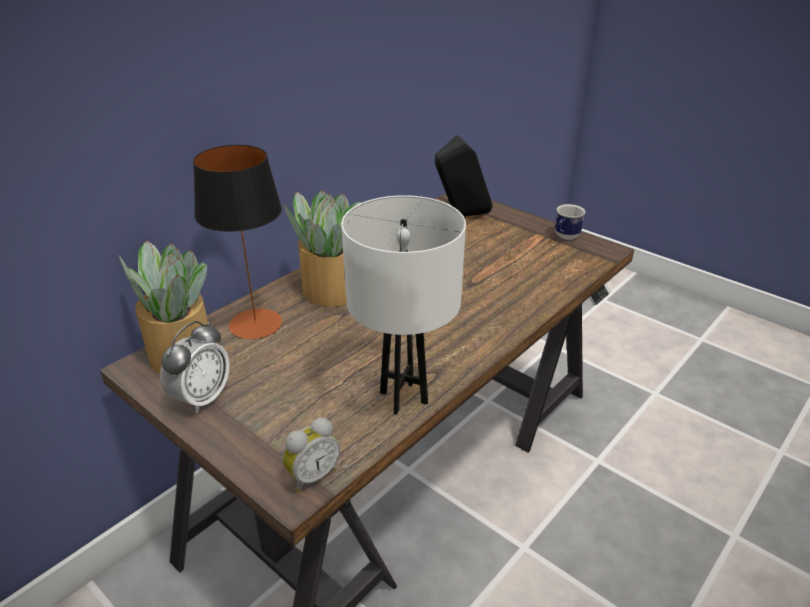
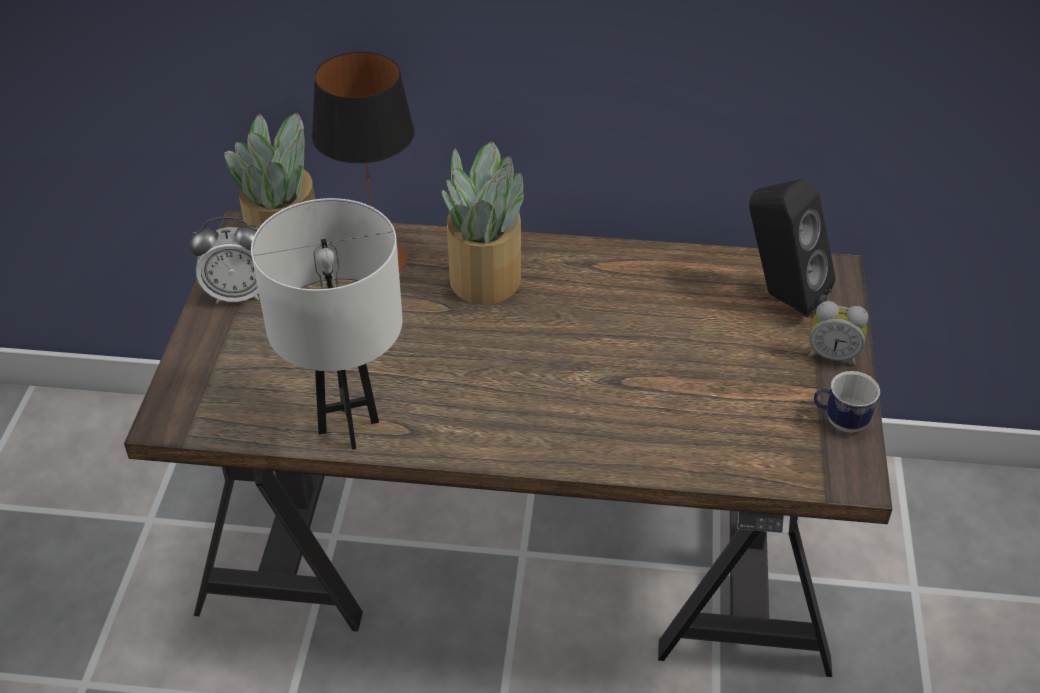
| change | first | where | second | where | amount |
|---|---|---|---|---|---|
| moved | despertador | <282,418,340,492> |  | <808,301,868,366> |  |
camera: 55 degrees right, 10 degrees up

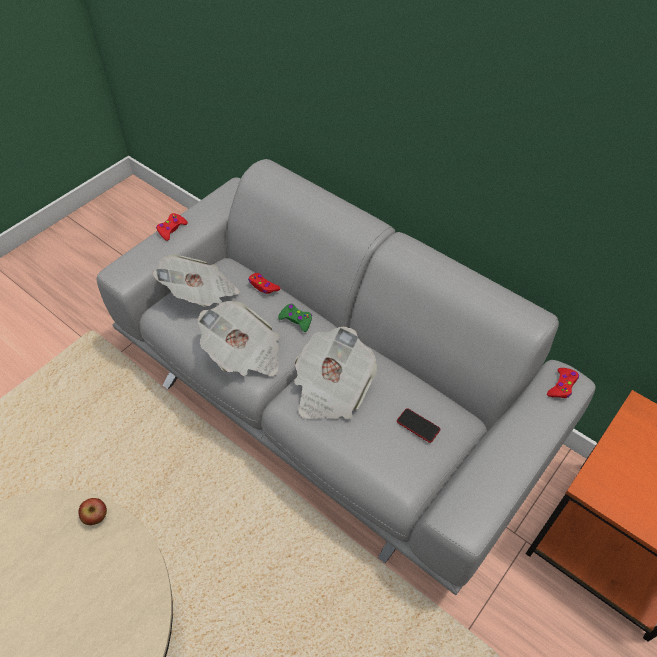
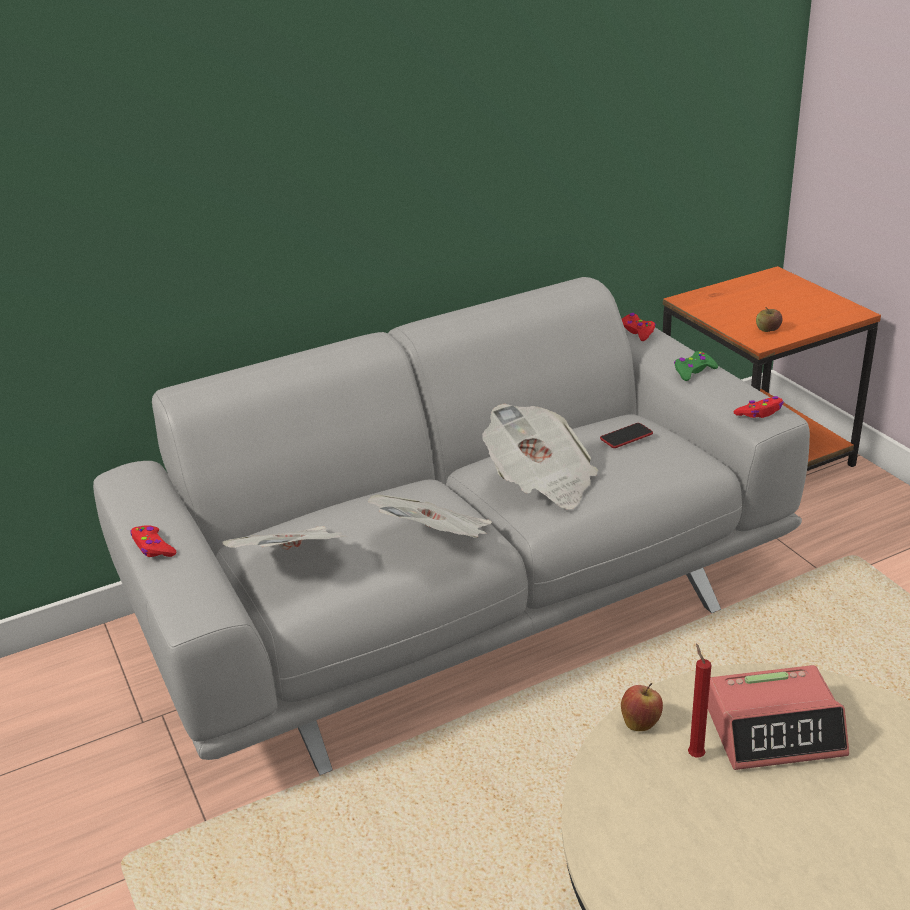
| change | first | where | second | where | amount |
|---|---|---|---|---|---|
| moved | mando de consola [rojo] | <248,273,280,294> |  | <733,396,784,418> |  |
| moved | mando de consola [verde] | <278,304,312,332> |  | <674,351,718,381> |  |
| added |  |  | vela [rojo] | <688,643,711,758> |  |
| added |  |  | despertador | <708,665,849,770> |  |
| added |  |  | manzana | <756,307,782,332> |  |
camera: 65 degrees left, 20 degrees down

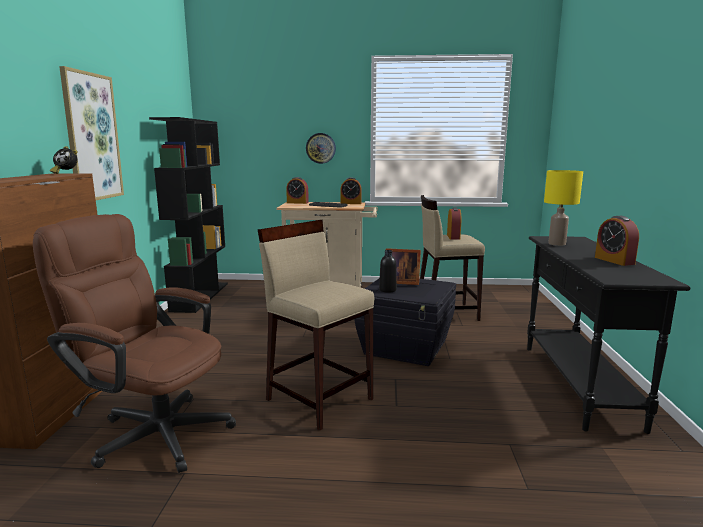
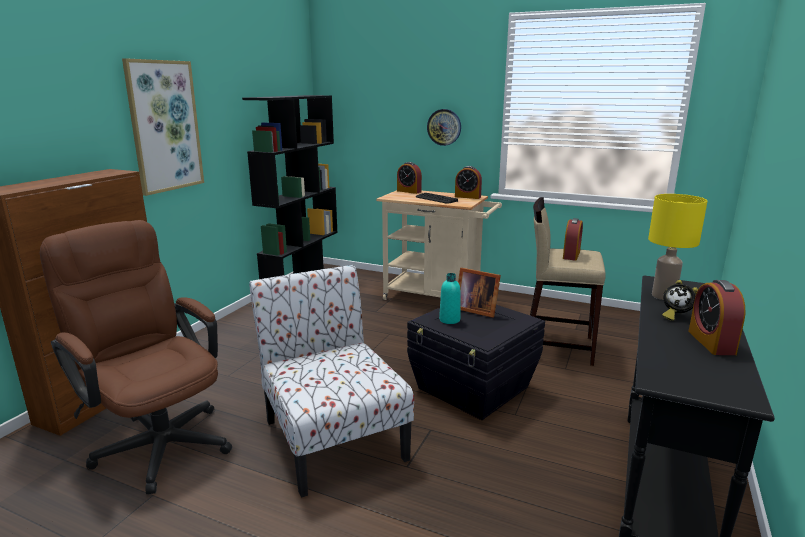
| change | first | where | second | where | amount |
|---|---|---|---|---|---|
| moved | despertador | <50,146,78,174> |  | <662,280,698,321> |  |
| replaced | taburete [beis] | <258,220,375,430> | silla | <249,265,414,498> |  |
| recoloured | botella [negro] | <379,250,397,293> | botella [turquesa] | <439,273,460,324> |  |
camera: 20 degrees right, 5 degrees up

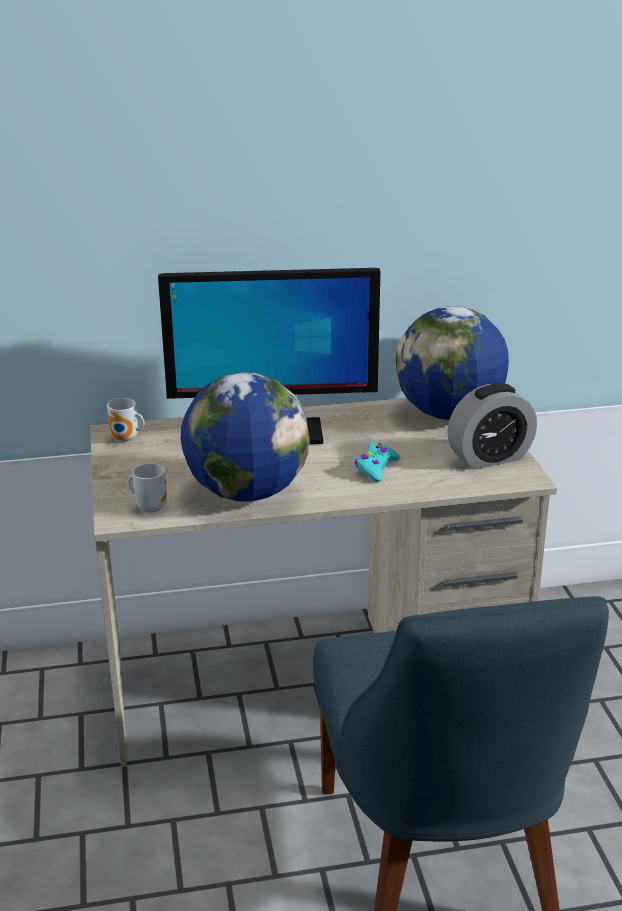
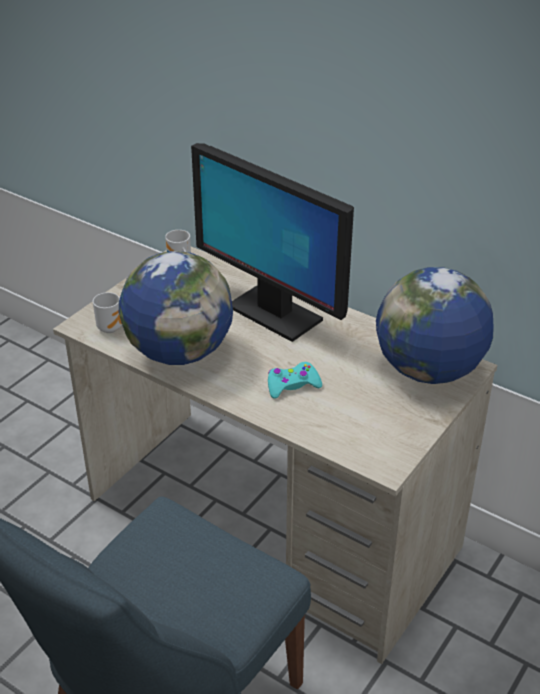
| change | first | where | second | where | amount |
|---|---|---|---|---|---|
| removed | despertador | <447,383,537,470> |  |  |  |
camera: 45 degrees right, 10 degrees up

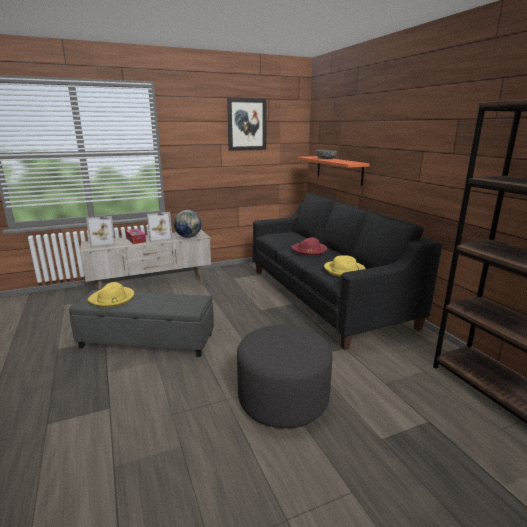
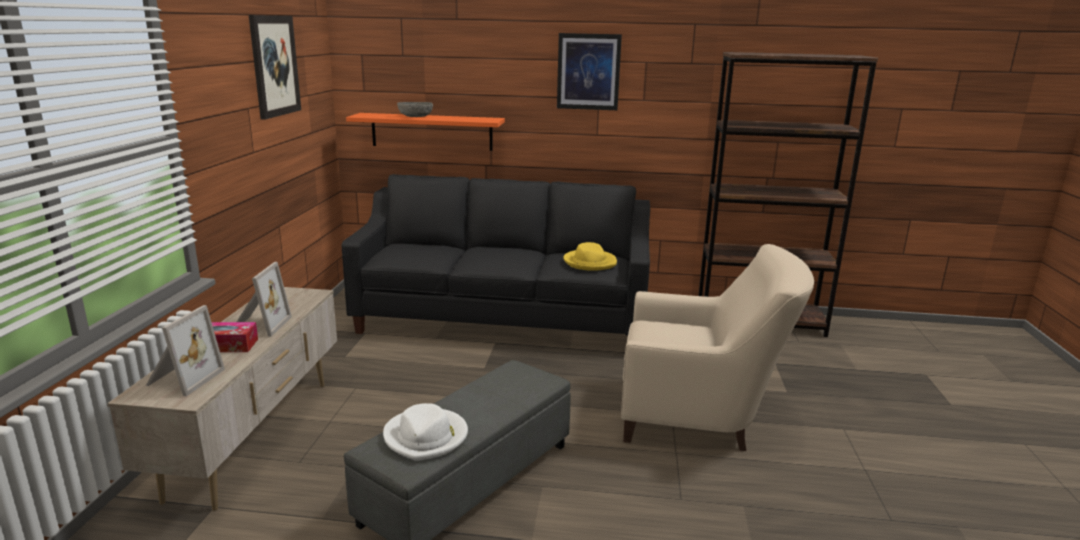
| change | first | where | second | where | amount |
|---|---|---|---|---|---|
| recoloured | sombrero [amarillo] | <87,282,134,307> | sombrero [blanco] | <383,403,468,461> |  |
| removed | globo terráqueo | <174,210,201,238> |  |  |  |
| replaced | puf [gris] | <237,325,332,428> | sillón [beis] | <621,244,814,451> |  |
| removed | sombrero [rojo] | <291,237,327,255> |  |  |  |
| added |  |  | cuadro | <557,33,622,110> |  |
camera: 60 degrees left, 0 degrees up

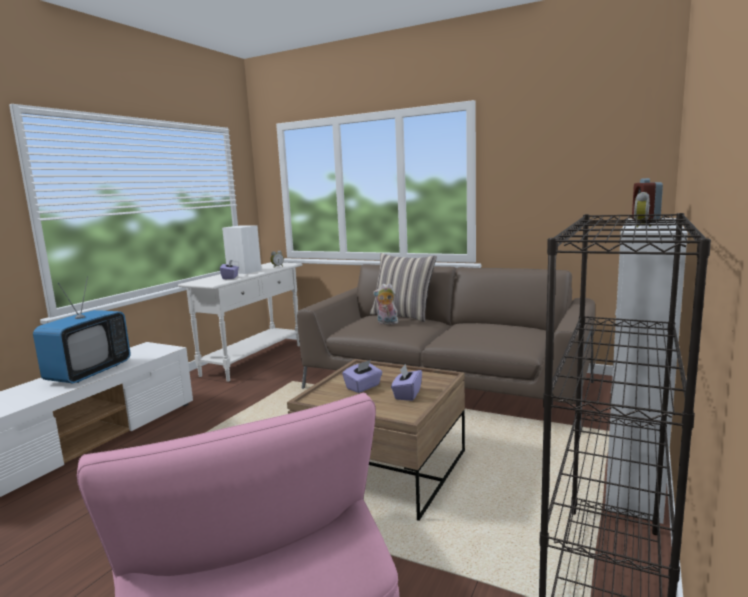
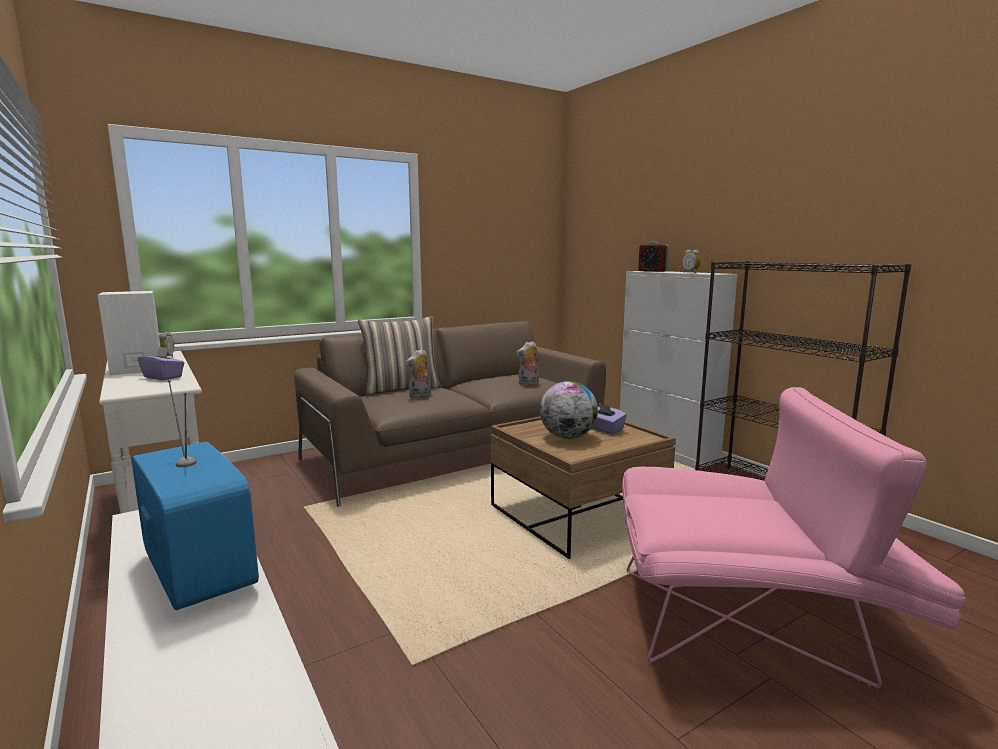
| change | first | where | second | where | amount |
|---|---|---|---|---|---|
| replaced | caja de pañuelos [morado] | <342,360,383,393> | globo terráqueo | <540,381,598,439> |  |
| added |  |  | peluche | <516,341,539,385> |  |
camera: 60 degrees left, 0 degrees up

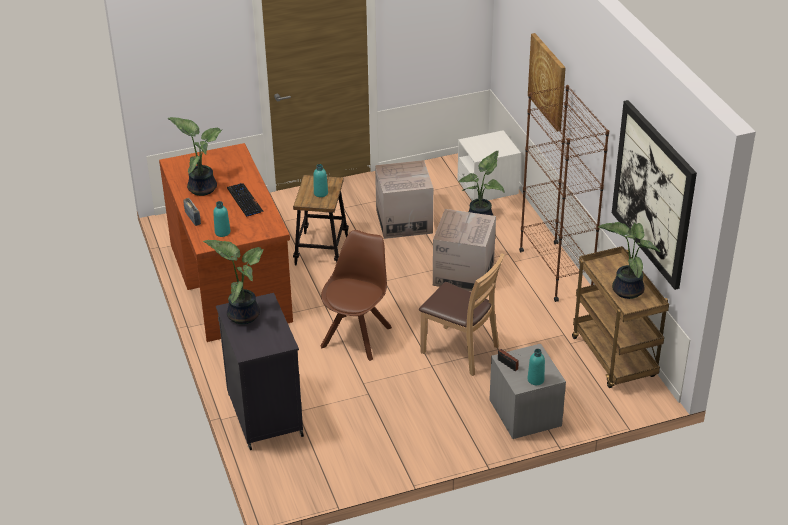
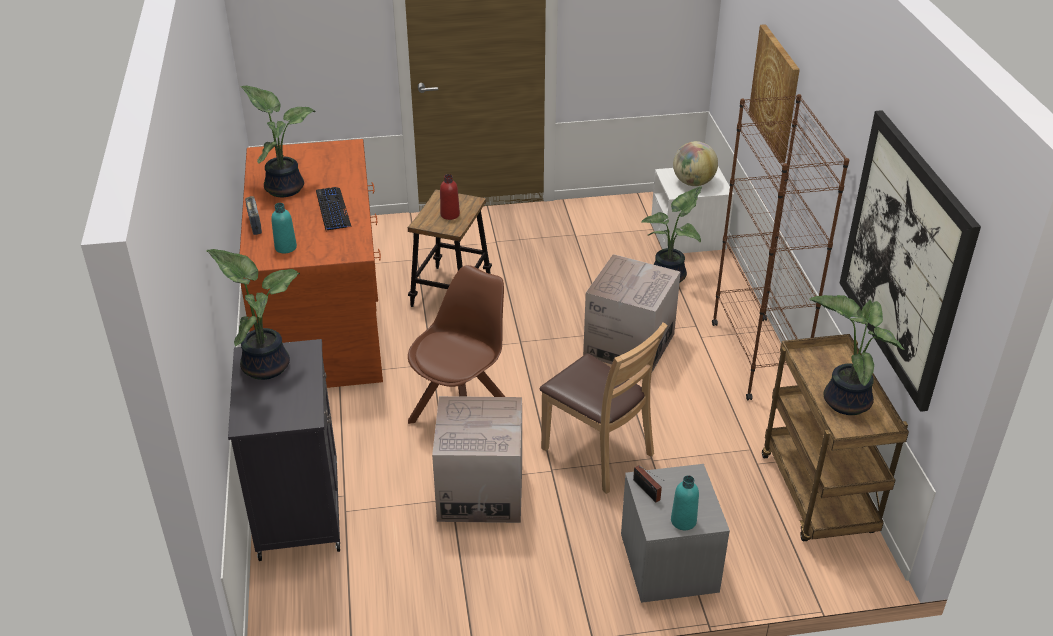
| change | first | where | second | where | amount |
|---|---|---|---|---|---|
| recoloured | botella [turquesa] | <313,164,328,197> | botella [rojo] | <440,174,460,220> |  |
| moved | caja de cartón | <375,160,433,239> |  | <432,396,522,523> |  |
| added |  |  | globo terráqueo | <673,141,718,186> |  |
camera: 10 degrees right, 0 degrees up

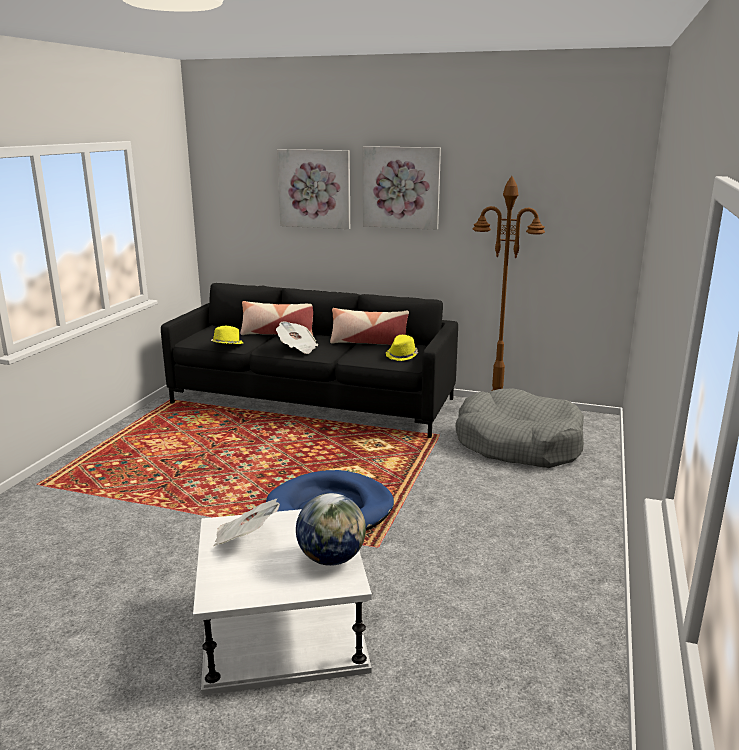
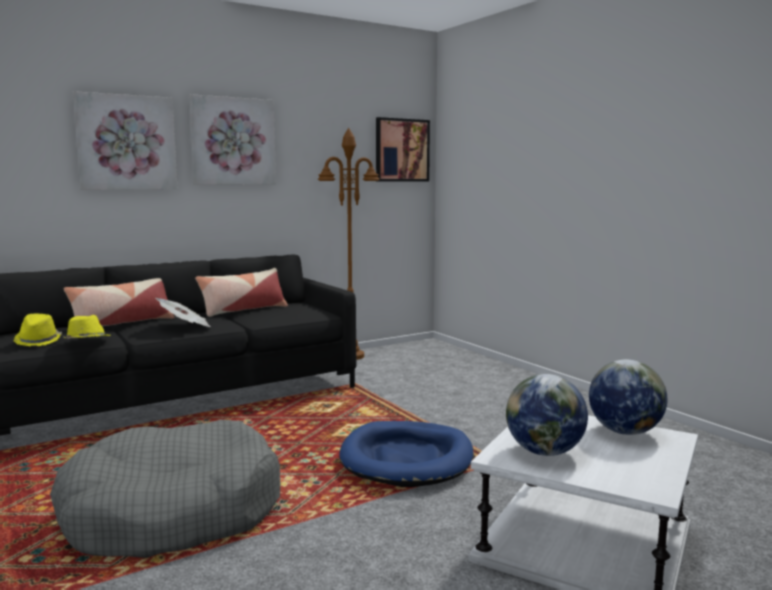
| change | first | where | second | where | amount |
|---|---|---|---|---|---|
| replaced | periódico | <213,499,280,546> | globo terráqueo | <506,374,588,456> |  |
| moved | sombrero [amarillo] | <386,335,418,361> |  | <13,314,62,346> |  |
| moved | cama para perro [gris] | <455,388,584,468> |  | <50,420,280,558> |  |
| added |  |  | cuadro | <376,117,430,182> |  |
camera: 50 degrees left, 10 degrees down

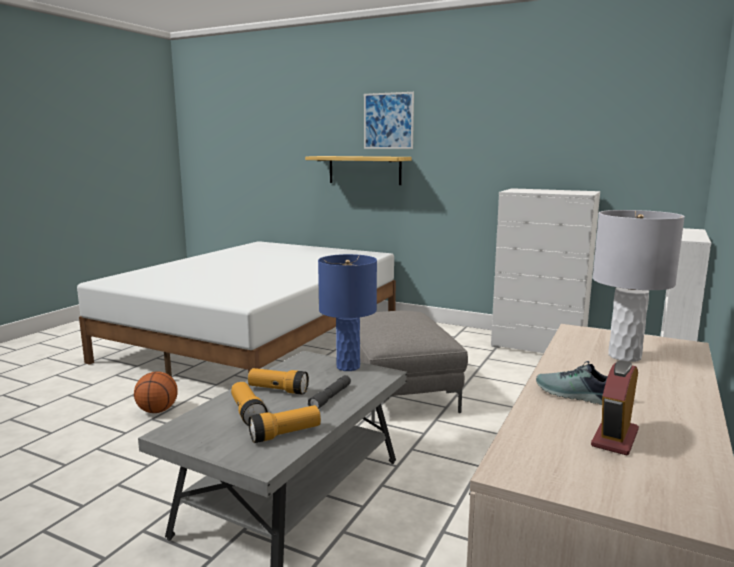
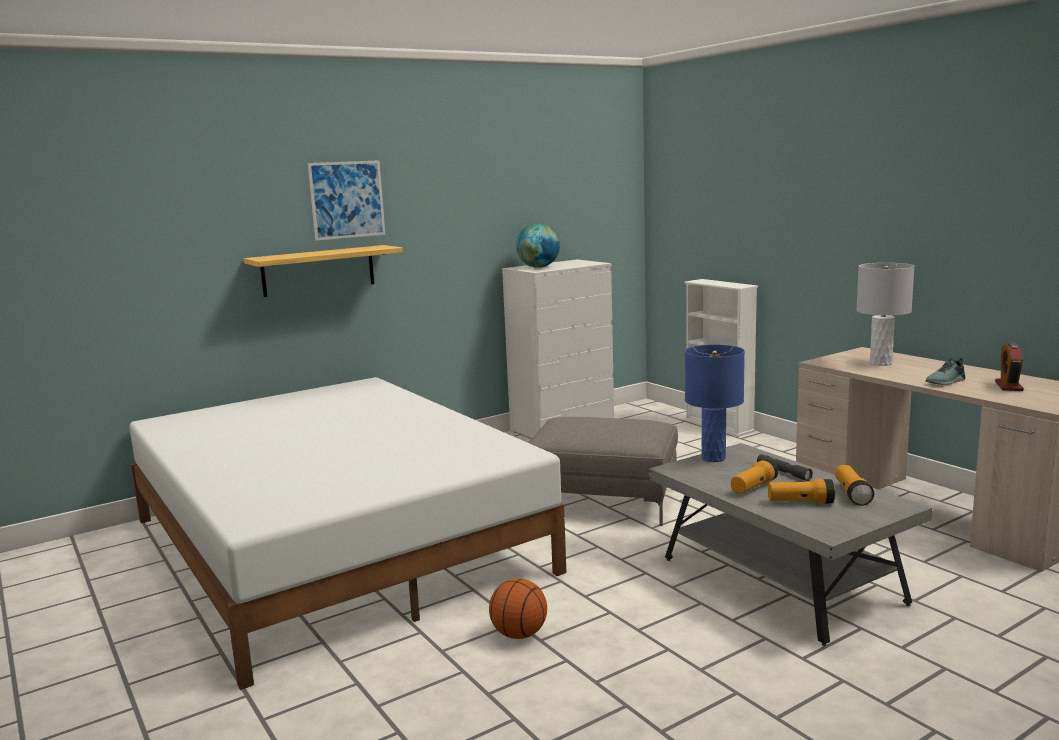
| change | first | where | second | where | amount |
|---|---|---|---|---|---|
| turned | despertador | <591,360,639,455> |  | <995,342,1024,391> | 45 degrees clockwise |
| added |  |  | globo terráqueo | <516,223,560,268> |  |
camera: 60 degrees left, 0 degrees up

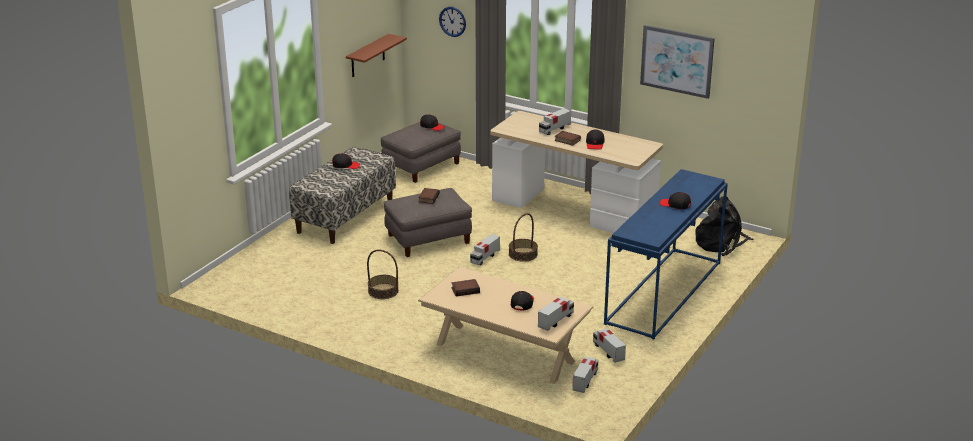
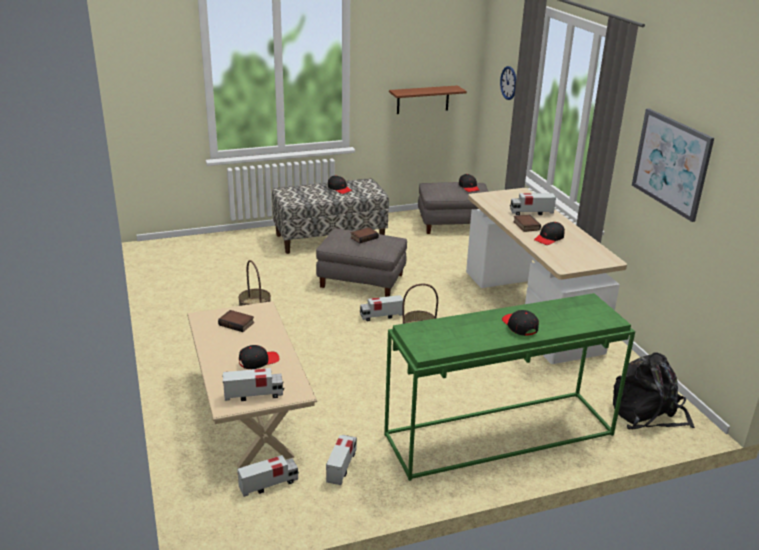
| change | first | where | second | where | amount |
|---|---|---|---|---|---|
| recoloured | mesa consola [azul] | <604,169,728,340> | mesa consola [verde] | <384,293,635,481> |  |
camera: 40 degrees right, 0 degrees up

